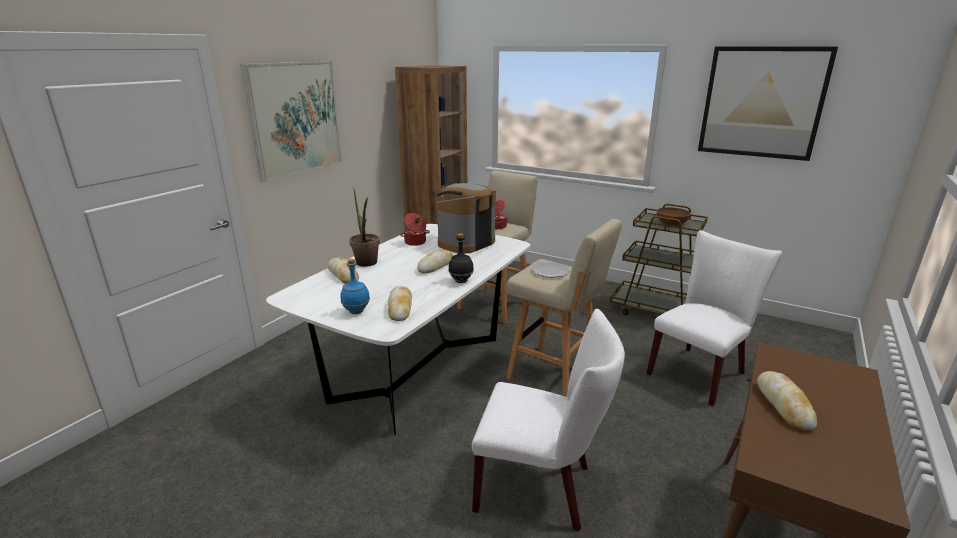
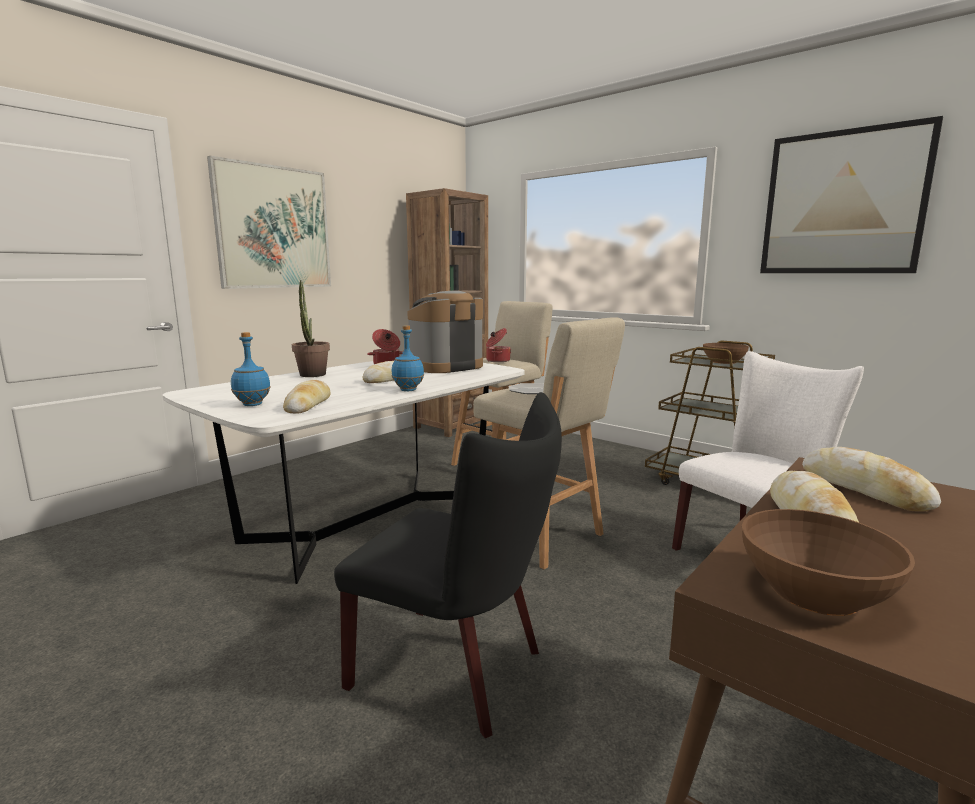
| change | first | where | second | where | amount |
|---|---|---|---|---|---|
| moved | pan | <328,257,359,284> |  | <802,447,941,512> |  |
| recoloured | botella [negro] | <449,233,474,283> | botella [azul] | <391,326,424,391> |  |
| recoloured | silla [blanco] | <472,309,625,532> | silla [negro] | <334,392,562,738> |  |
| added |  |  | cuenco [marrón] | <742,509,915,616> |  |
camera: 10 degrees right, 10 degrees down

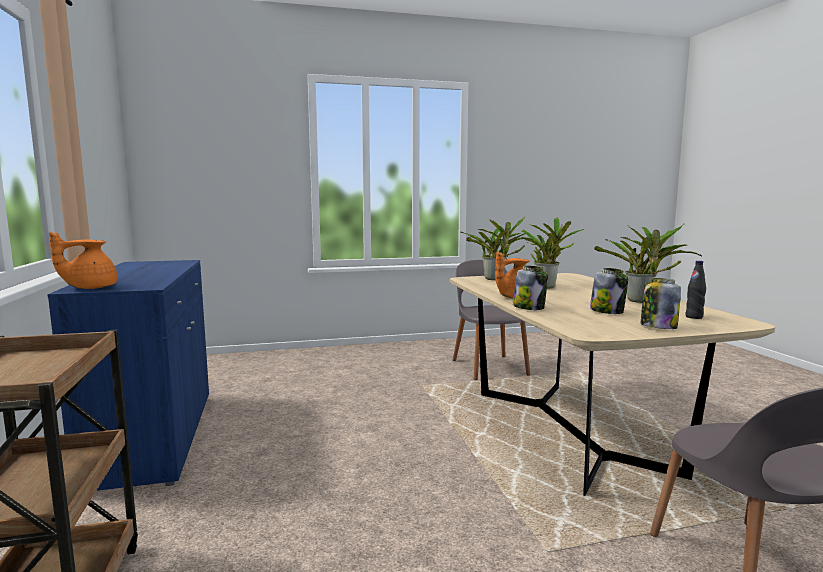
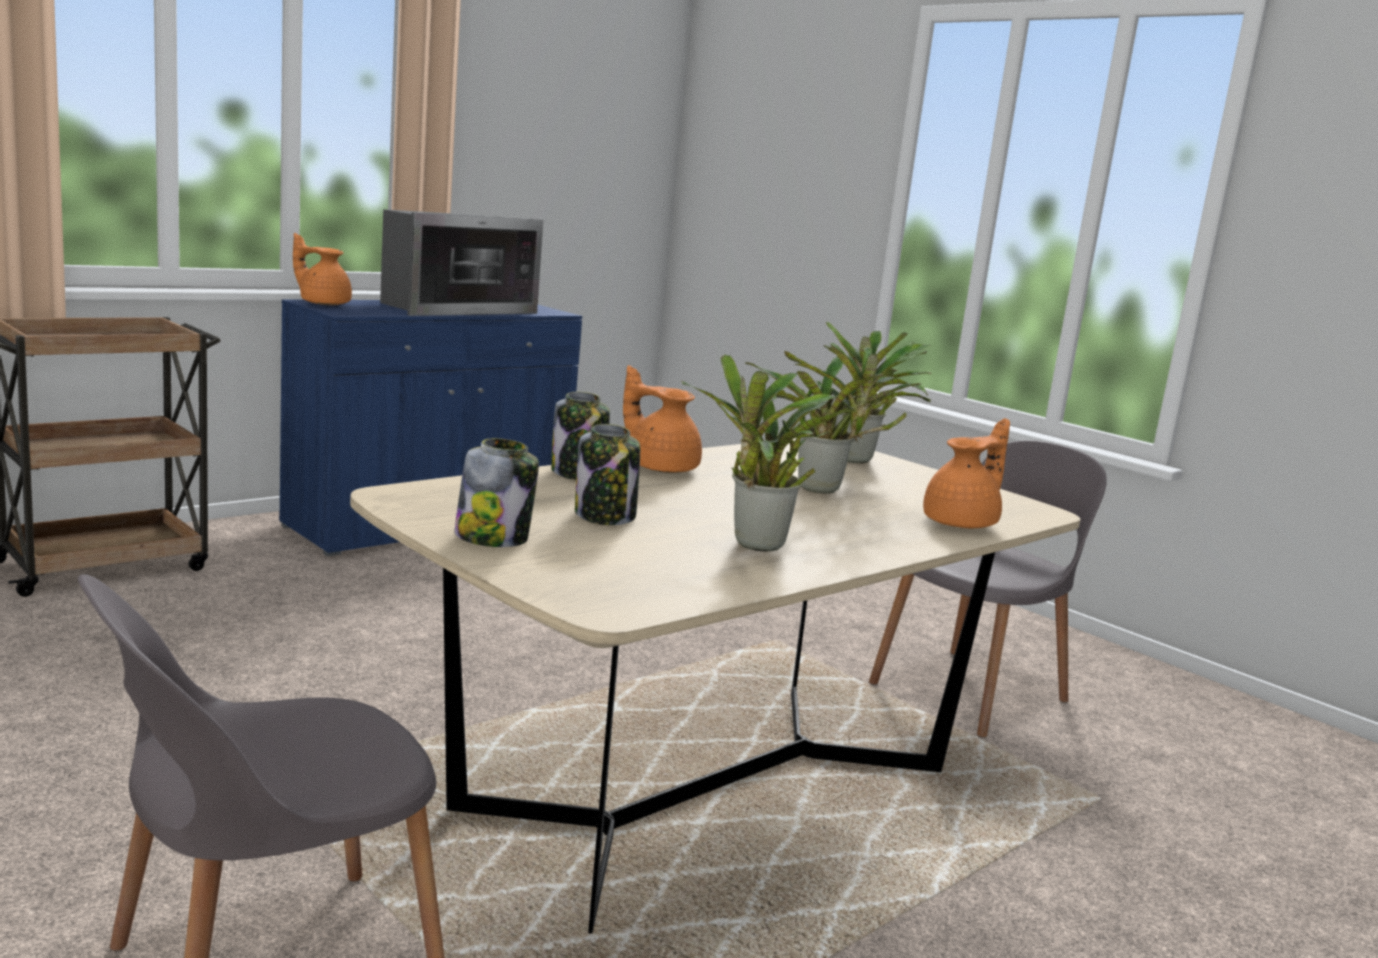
| change | first | where | second | where | amount |
|---|---|---|---|---|---|
| removed | botella [negro] | <685,261,706,319> |  |  |  |
| added |  |  | microondas | <380,209,543,316> |  |
| added |  |  | tetera [naranja] | <923,418,1010,528> |  |
camera: 60 degrees right, 5 degrees up

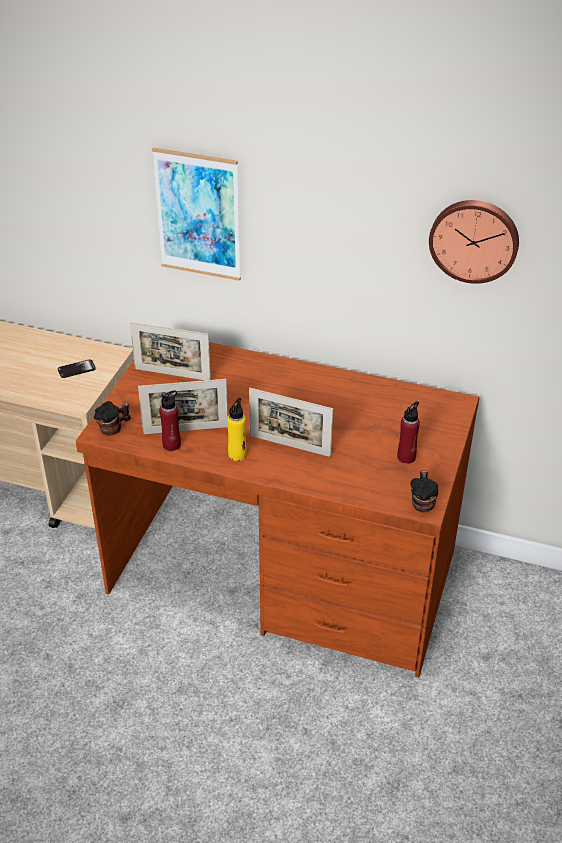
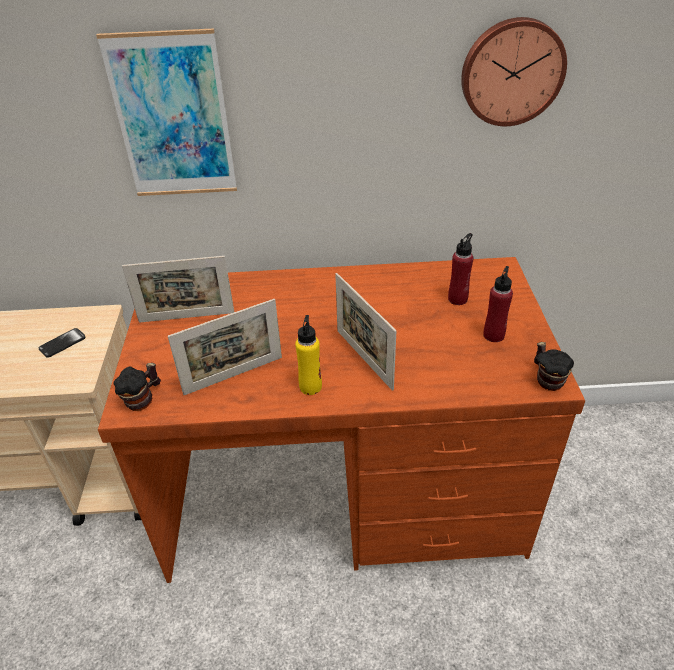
| change | first | where | second | where | amount |
|---|---|---|---|---|---|
| moved | botella [rojo] | <159,390,181,451> |  | <448,233,473,305> |  |
| turned | portarretratos | <249,388,333,457> |  | <335,273,397,391> | 60 degrees clockwise |
camera: 20 degrees left, 0 degrees up

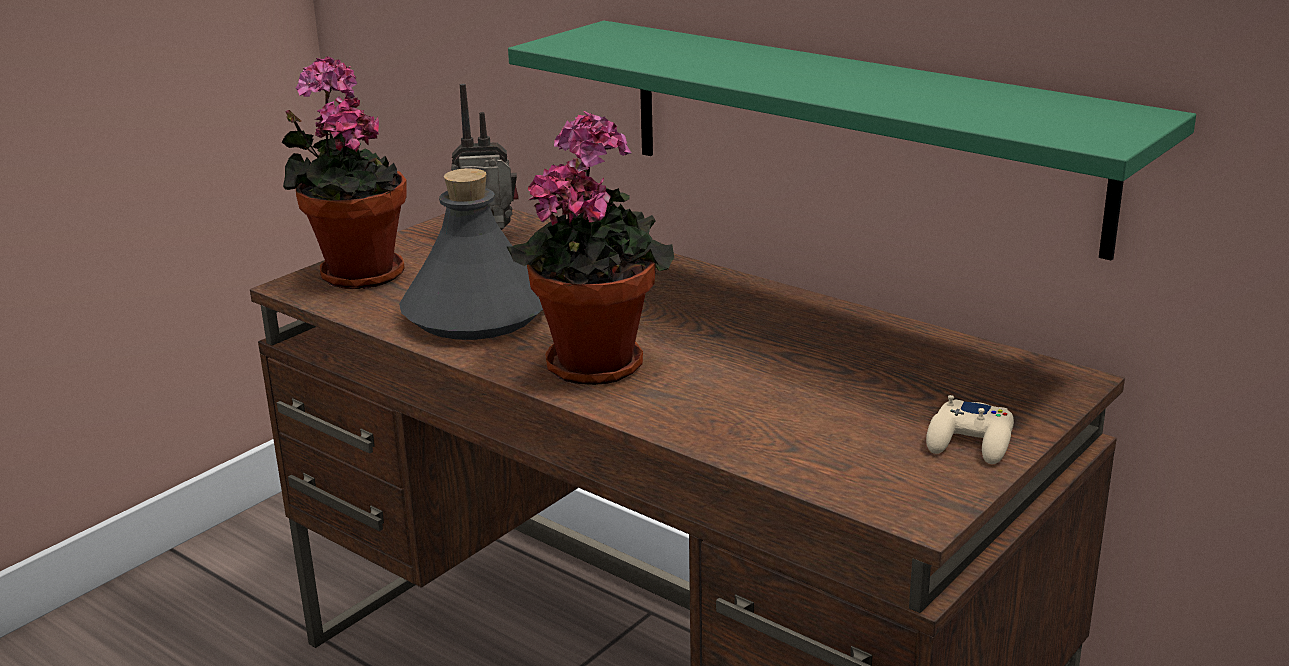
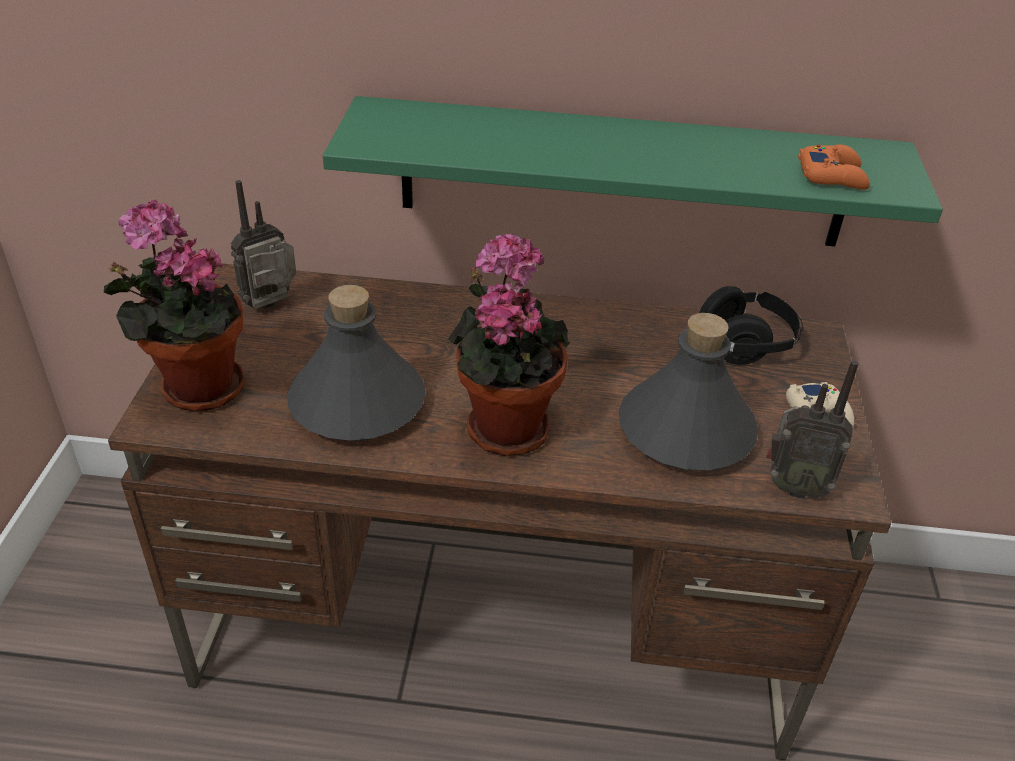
| change | first | where | second | where | amount |
|---|---|---|---|---|---|
| added |  |  | botella [gris] | <619,313,758,470> |  |
| added |  |  | auriculares [negro] | <699,286,803,365> |  |
| added |  |  | radio | <766,360,859,499> |  |
| added |  |  | mando de consola [naranja] | <798,144,870,190> |  |
camera: 35 degrees left, 15 degrees up

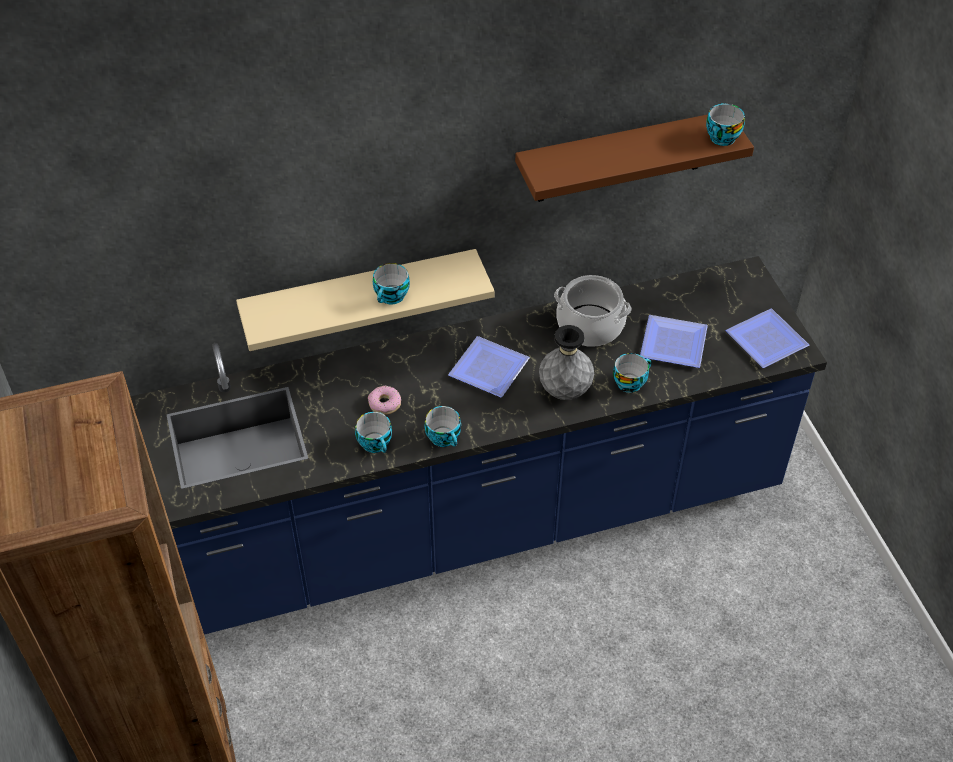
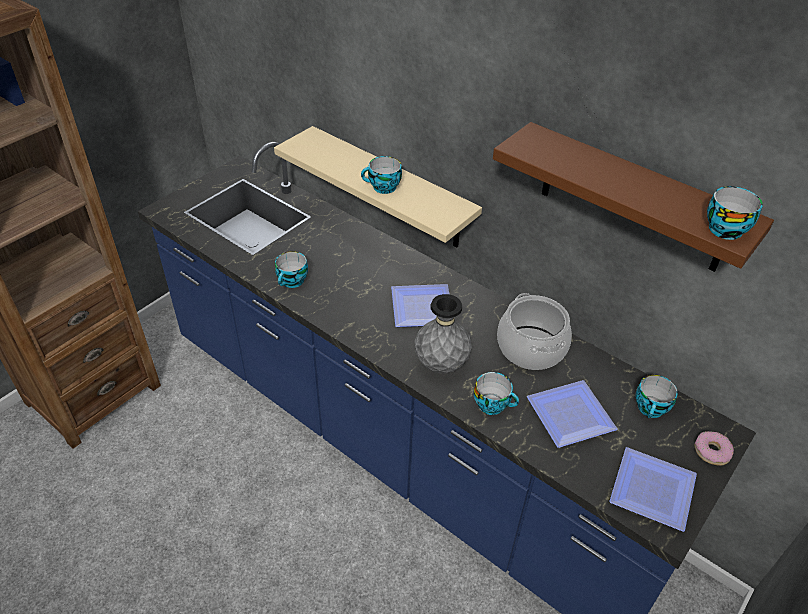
| change | first | where | second | where | amount |
|---|---|---|---|---|---|
| moved | rosquilla | <368,386,401,415> |  | <695,431,734,466> |  |
| moved | taza | <424,406,461,447> |  | <635,375,678,418> |  |
camera: 55 degrees right, 5 degrees down

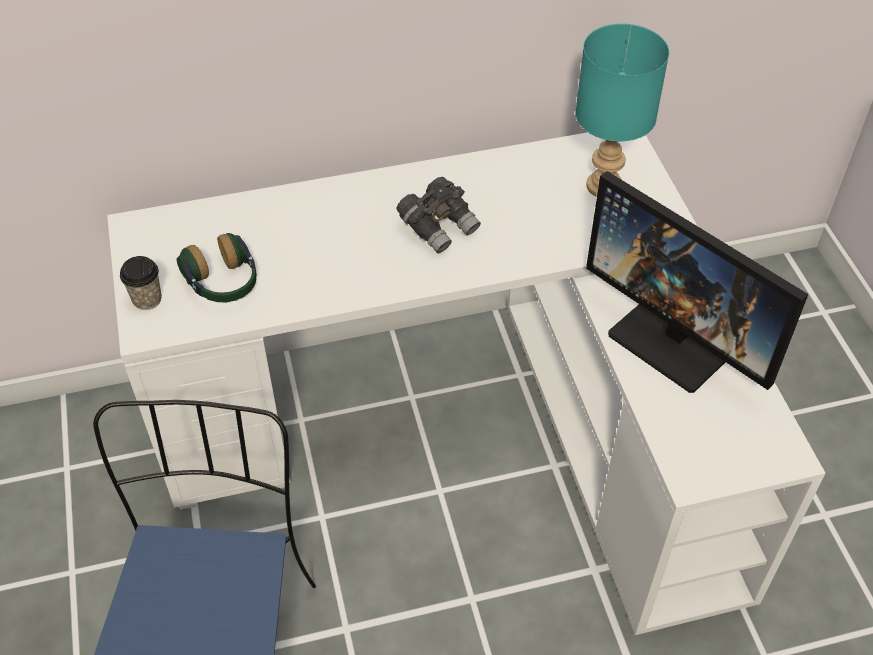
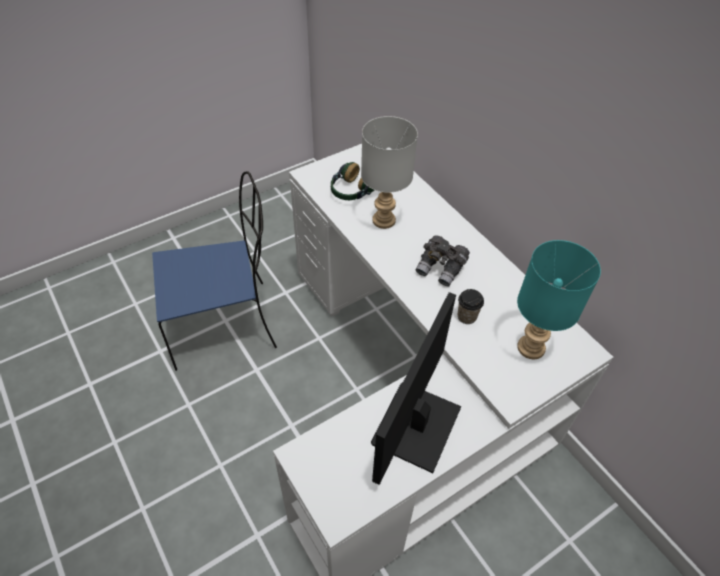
| change | first | where | second | where | amount |
|---|---|---|---|---|---|
| moved | taza | <120,256,162,310> |  | <458,289,484,324> |  |
| added |  |  | lámpara de mesa [gris] | <361,116,418,229> |  |
camera: 70 degrees right, 0 degrees up

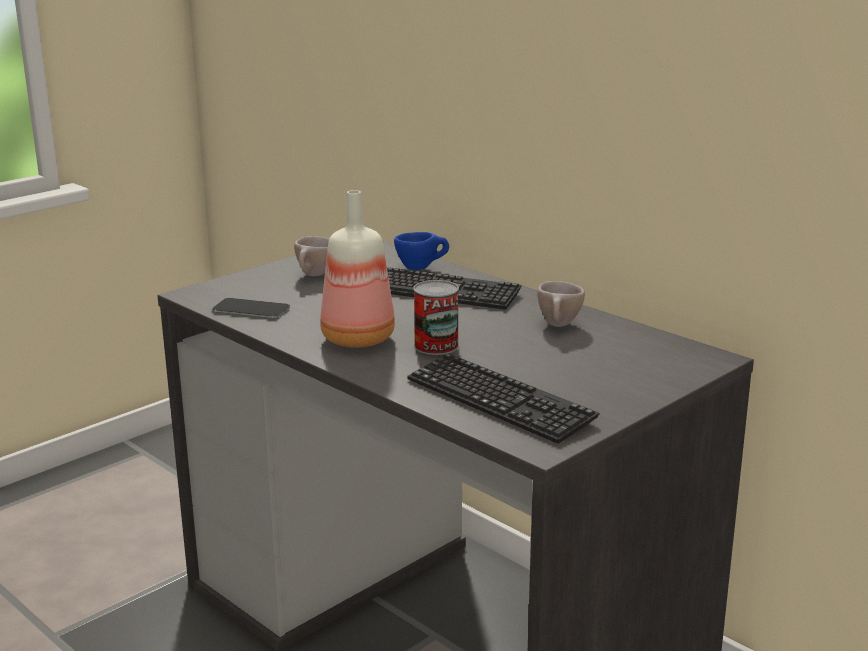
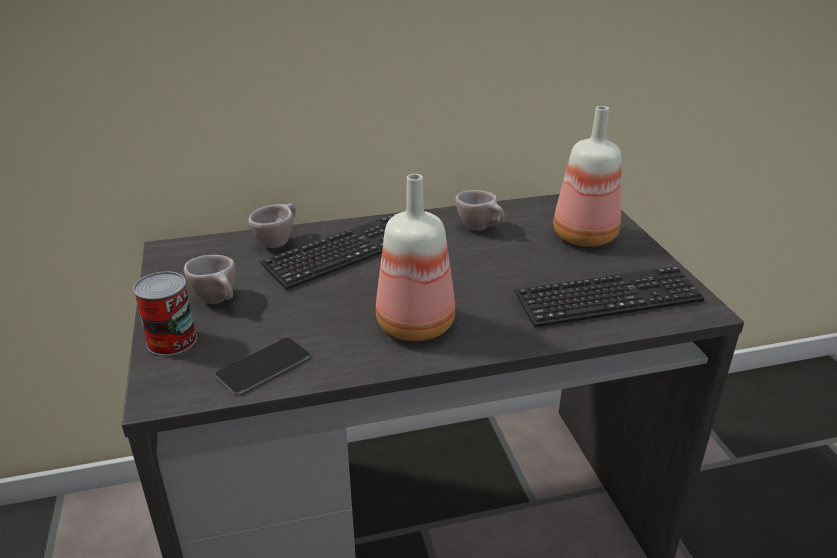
| change | first | where | second | where | amount |
|---|---|---|---|---|---|
| recoloured | taza [azul] | <394,232,449,270> | taza [beis] | <248,203,296,248> |  |
| moved | lata | <413,280,459,355> |  | <133,271,197,356> |  |
| added |  |  | botella | <553,106,621,247> |  |
camera: 60 degrees left, 10 degrees up

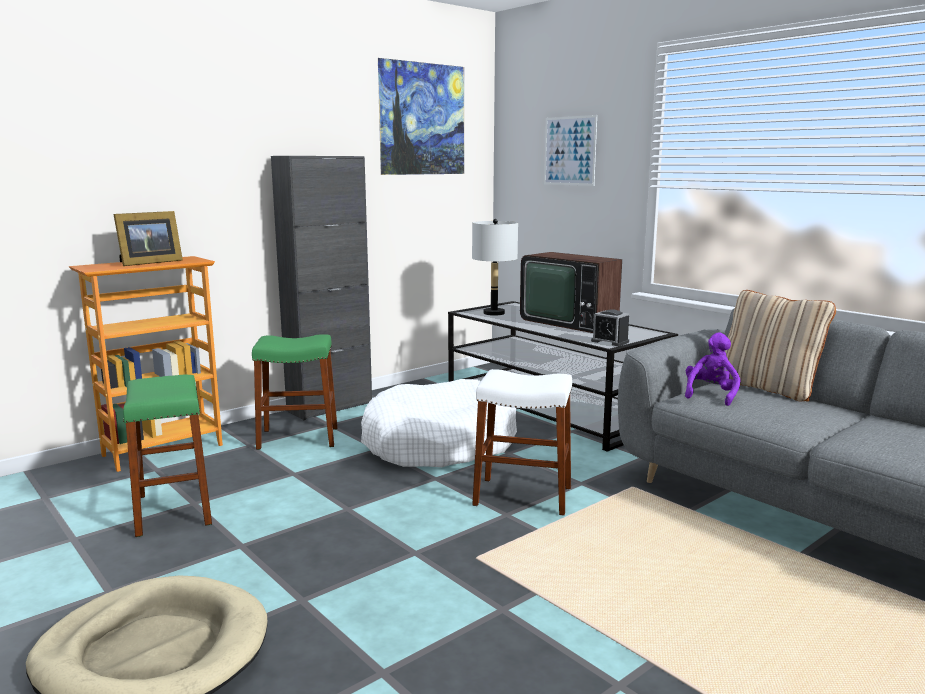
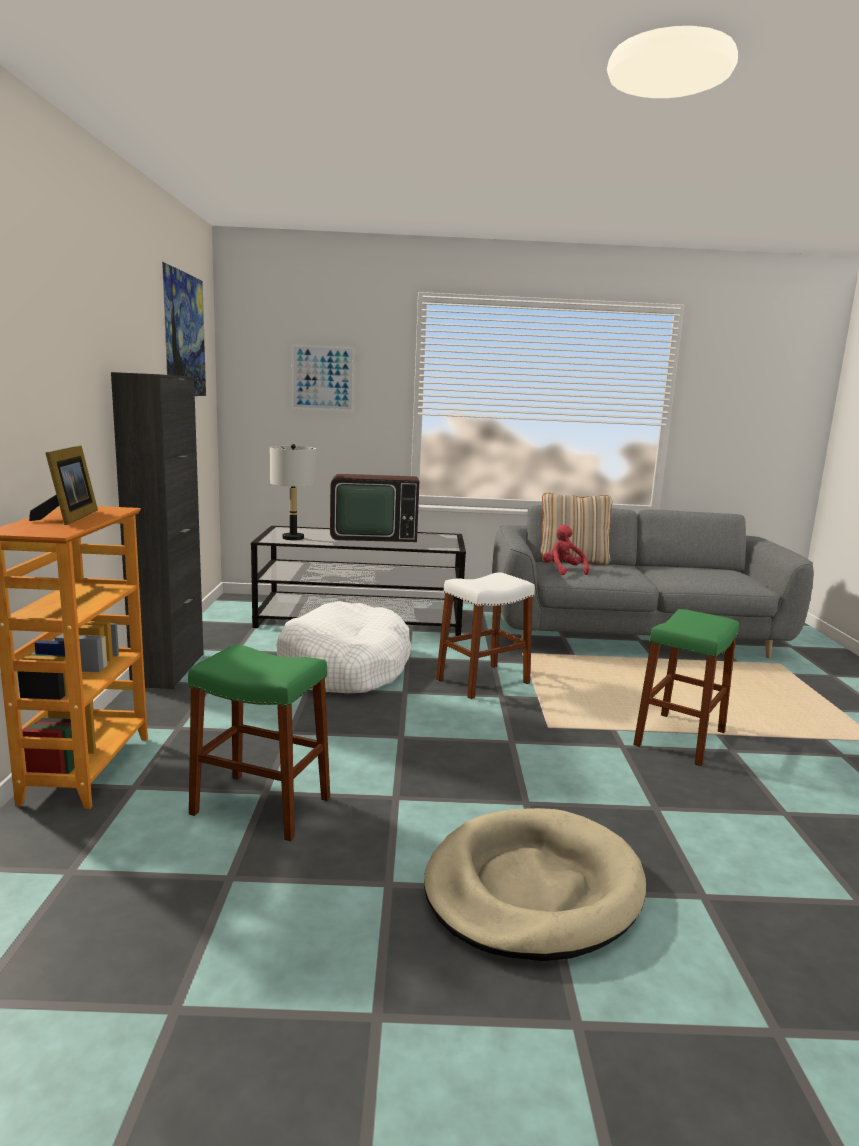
| change | first | where | second | where | amount |
|---|---|---|---|---|---|
| moved | taburete [verde] | <252,334,338,450> |  | <633,609,739,766> |  |
| removed | despertador | <591,309,629,346> |  |  |  |
| recoloured | peluche [morado] | <685,332,740,406> | peluche [rojo] | <543,525,589,575> |  |
camera: 50 degrees left, 0 degrees up

